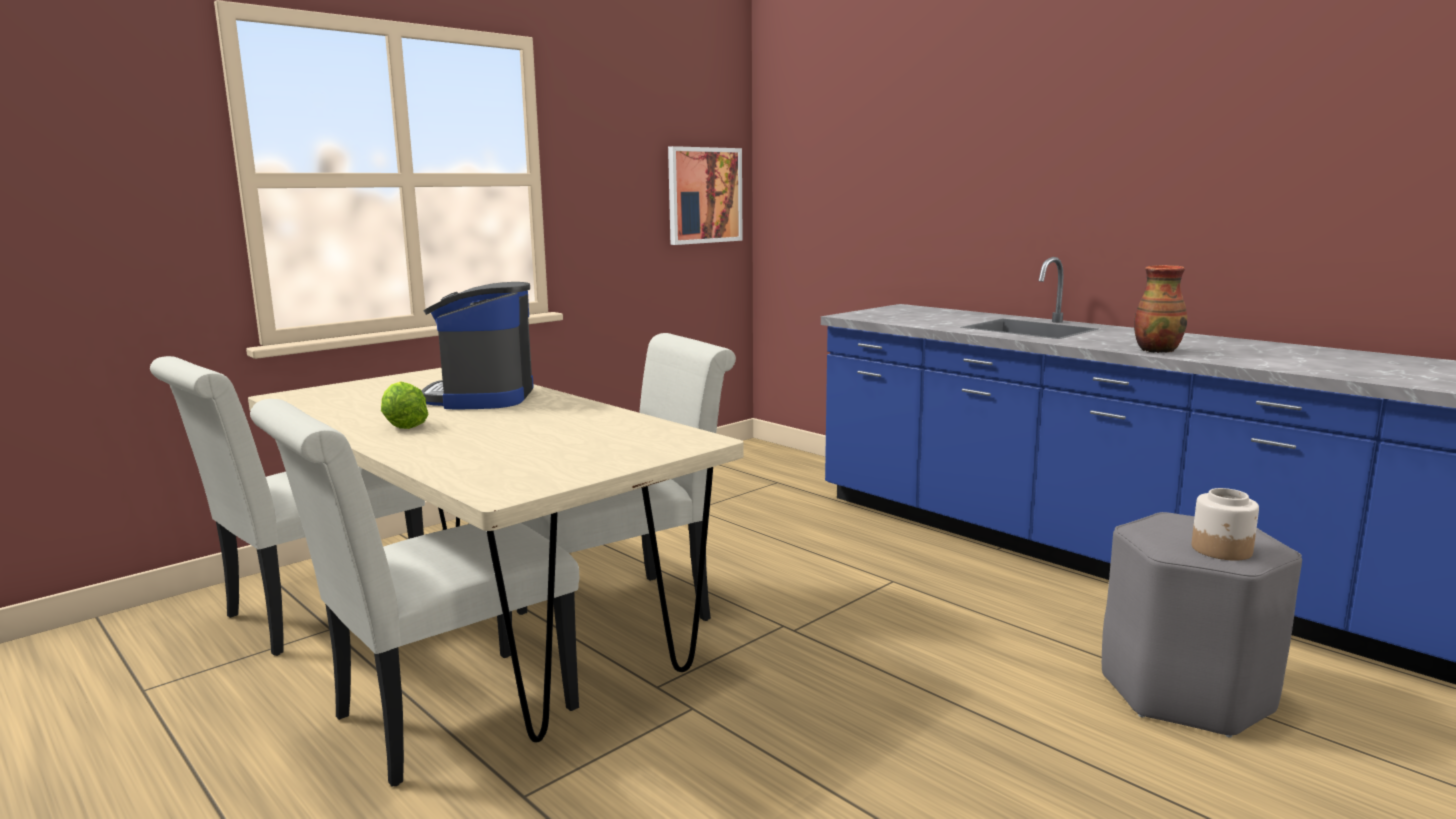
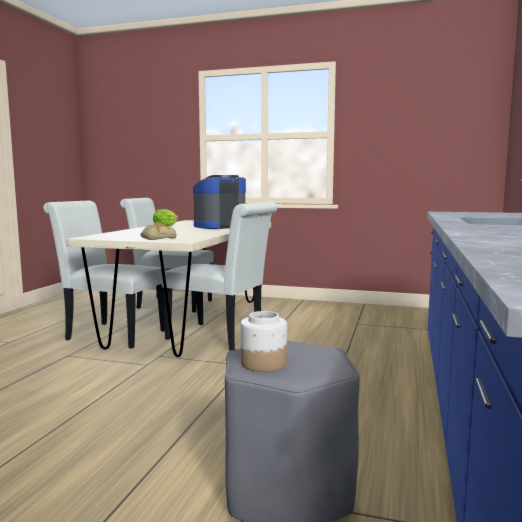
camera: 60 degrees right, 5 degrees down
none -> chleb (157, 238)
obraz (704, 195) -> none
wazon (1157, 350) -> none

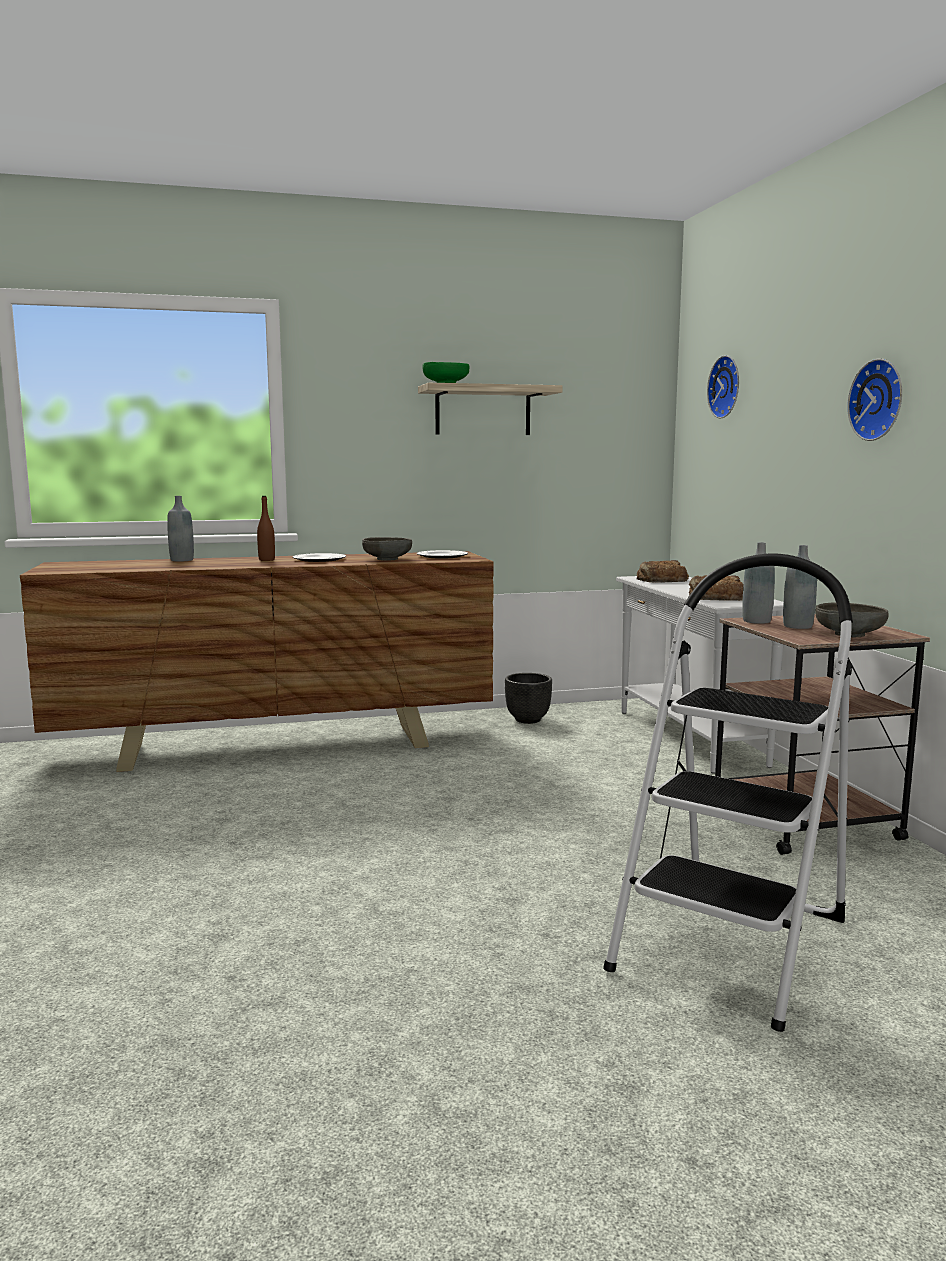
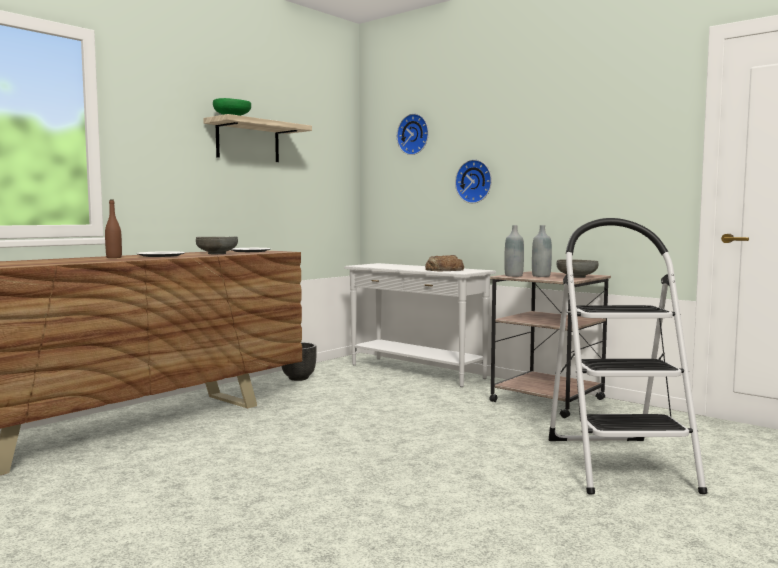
camera: 35 degrees left, 5 degrees down
zegar ścienny (879, 400) -> zegar ścienny (475, 181), moved
butelka [szary] (182, 560) -> none
chleb (660, 580) -> none

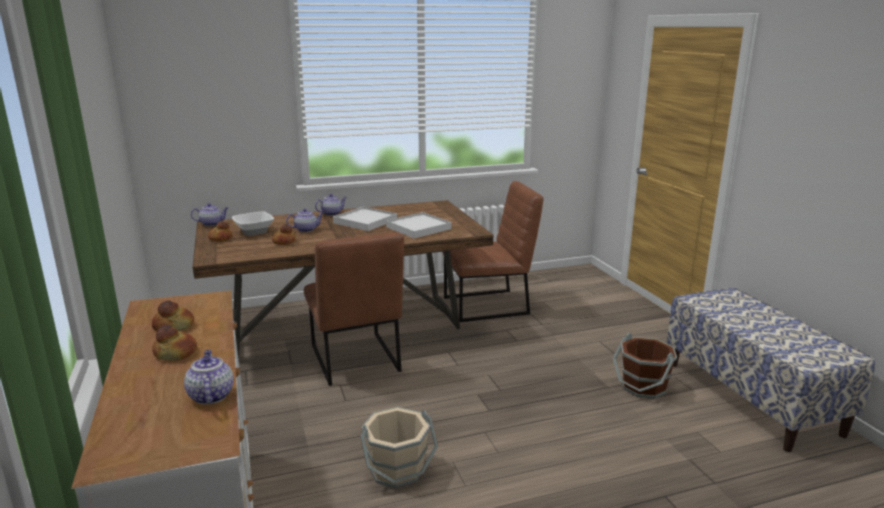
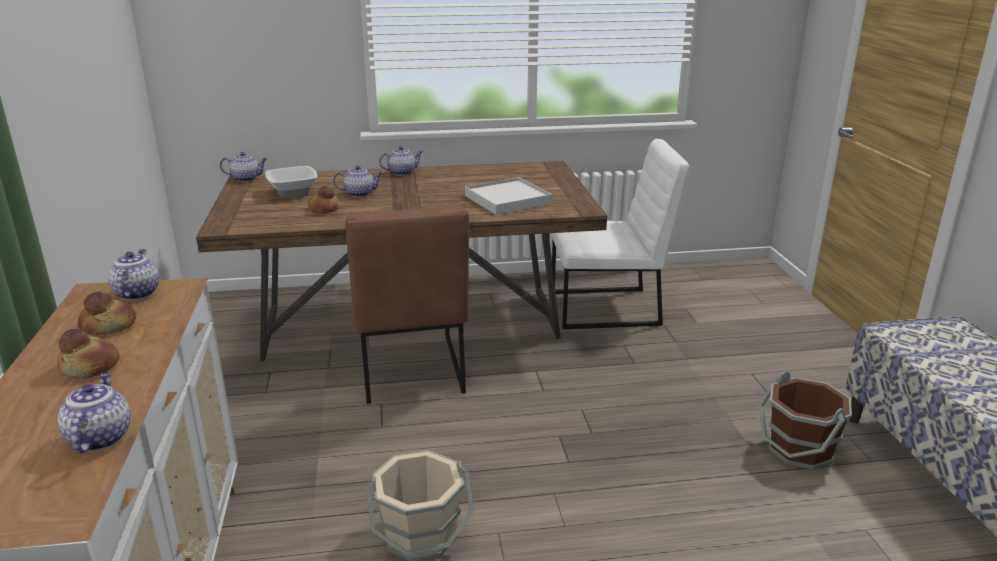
camera: 10 degrees right, 5 degrees up
none -> imbryk (137, 293)
krzesło [brązowy] (488, 305) -> krzesło [biały] (608, 308)
chleb (220, 239) -> none
taca [biały] (365, 221) -> none

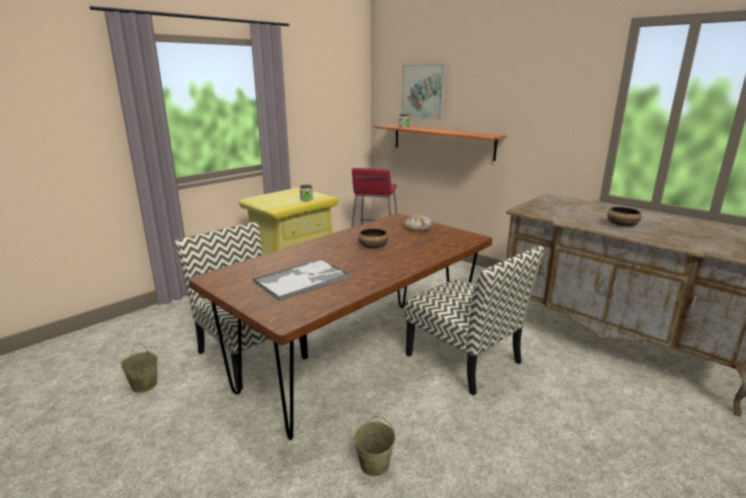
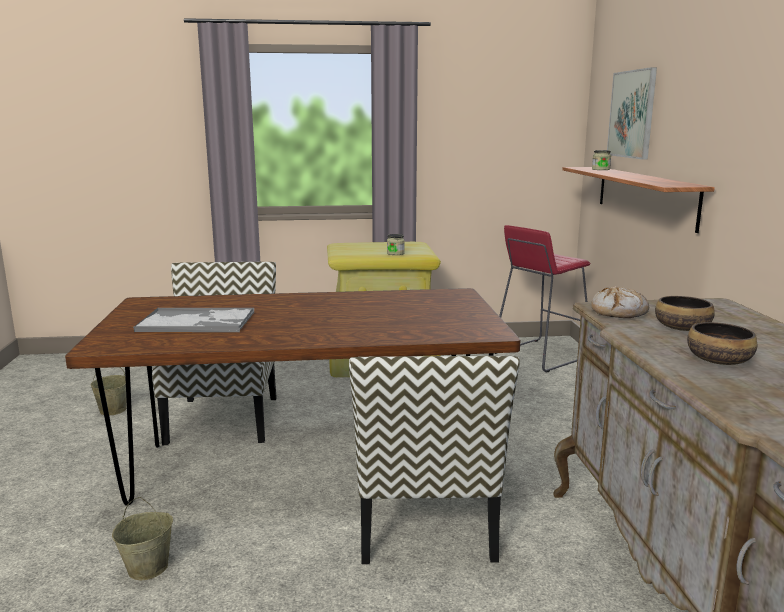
camera: 40 degrees right, 5 degrees down
chleb (418, 228) -> chleb (619, 312), moved
miska (372, 246) -> miska (681, 328), moved

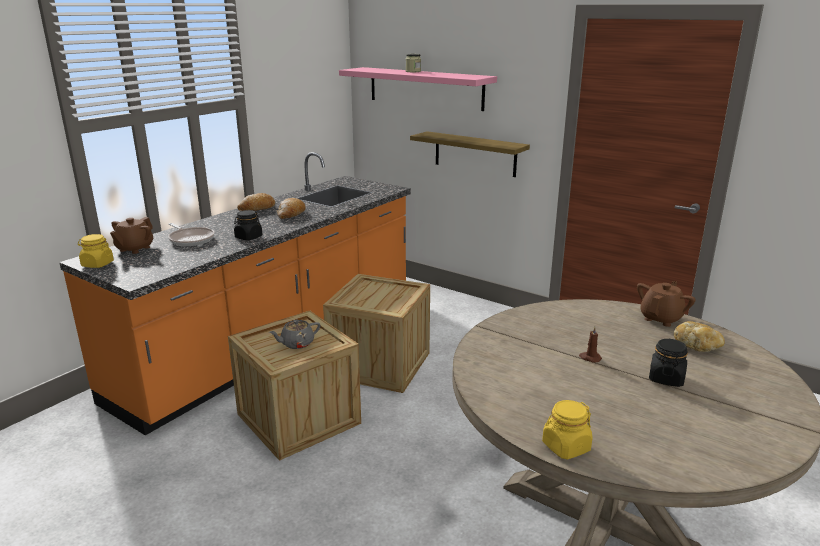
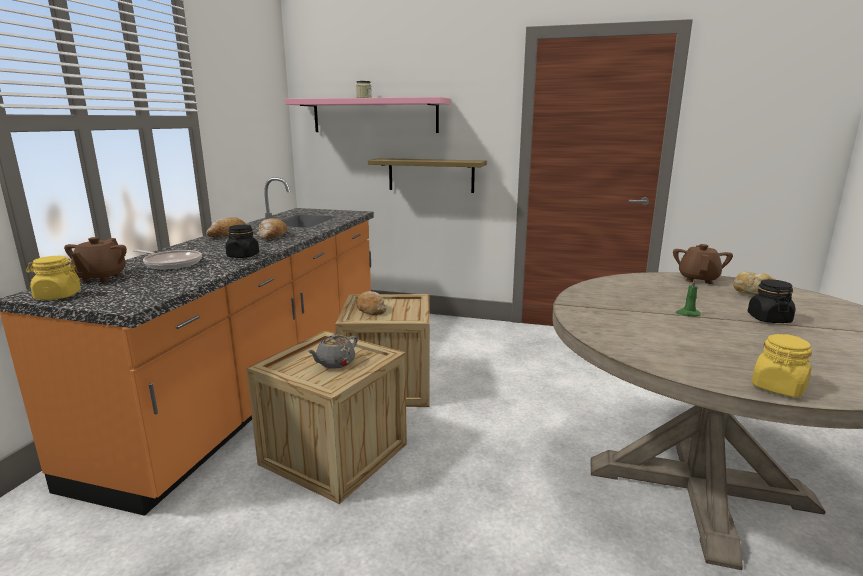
camera: 20 degrees left, 5 degrees down
none -> chleb (370, 309)
świeca [brązowy] (589, 358) -> świeca [zielony] (687, 313)

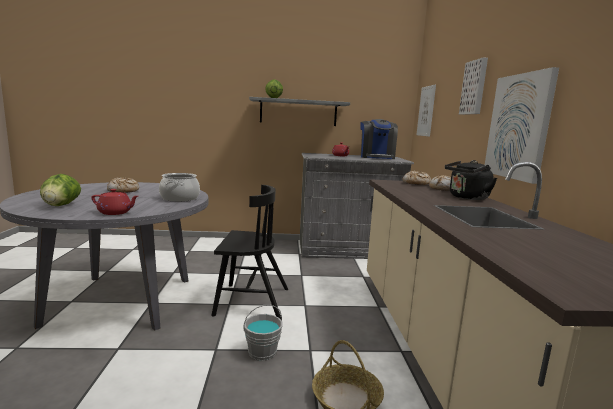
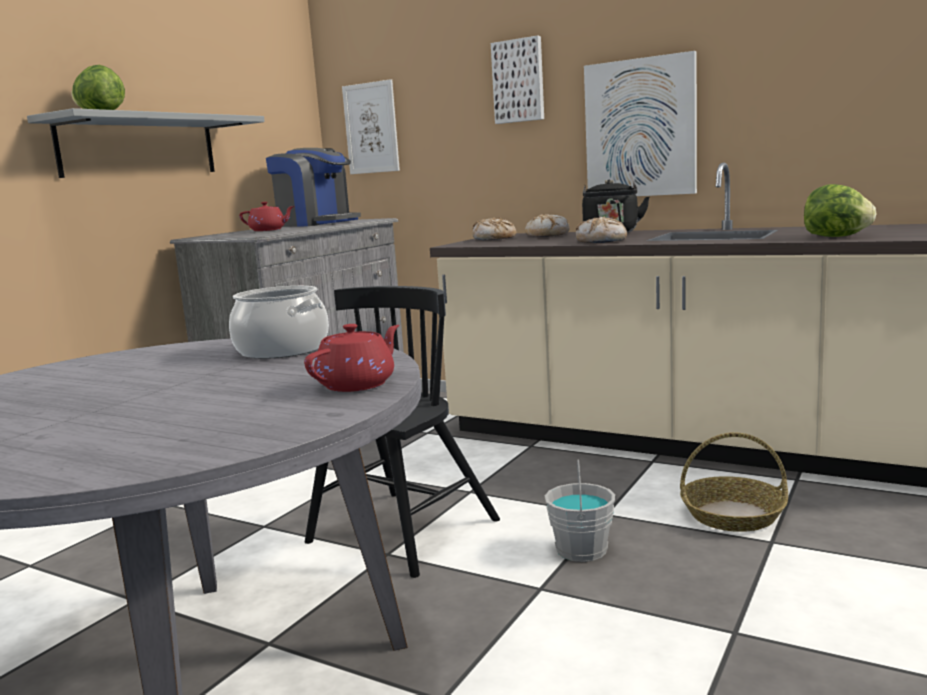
camera: 55 degrees left, 0 degrees up
chleb (123, 191) -> chleb (602, 241), moved
sałata (61, 205) -> sałata (836, 236), moved

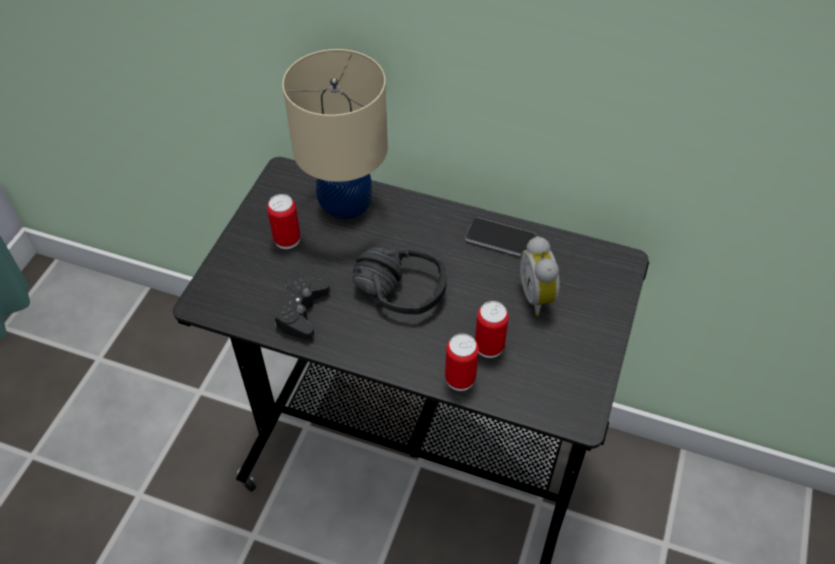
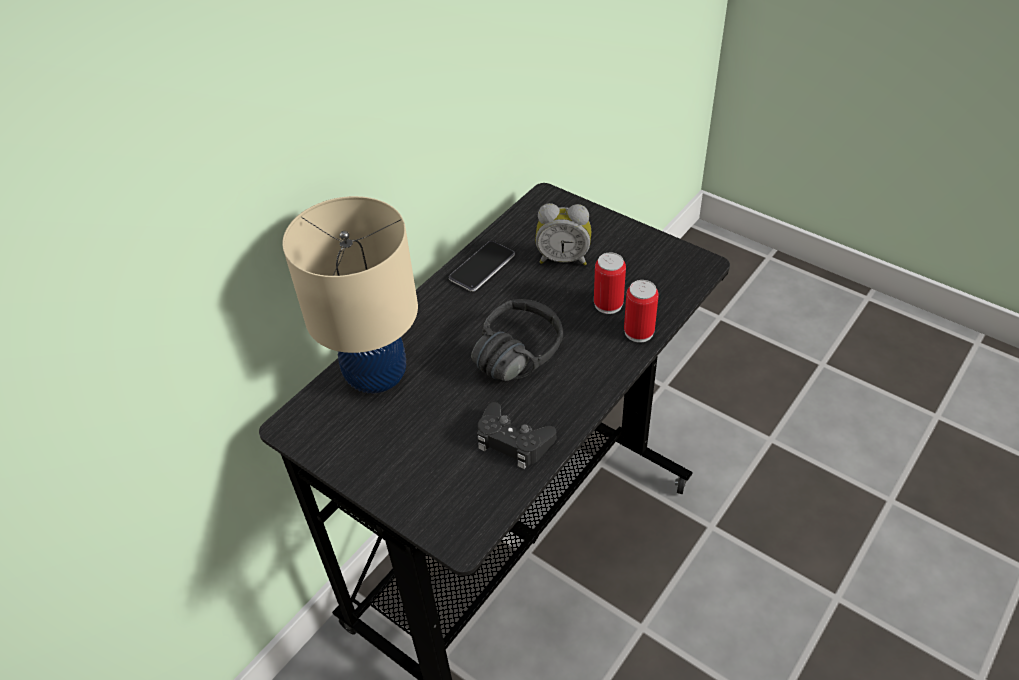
camera: 70 degrees left, 5 degrees down
puszka (287, 239) -> none

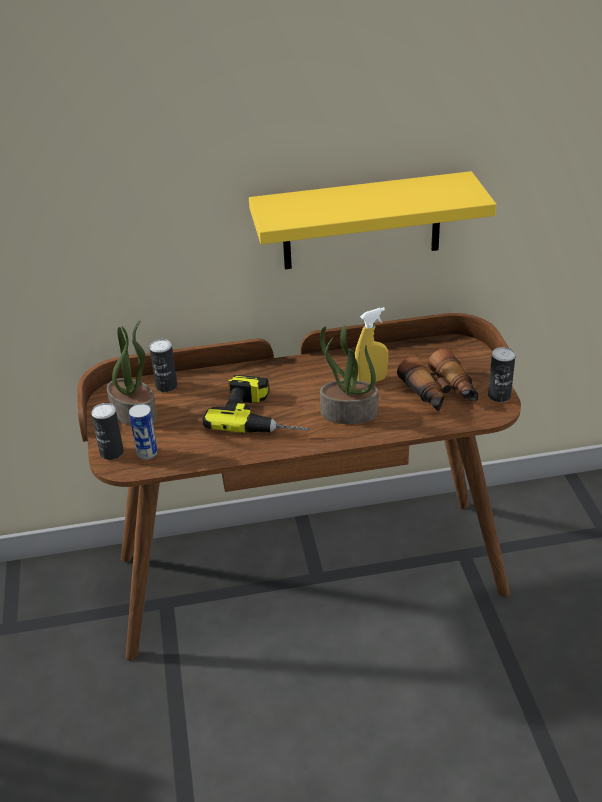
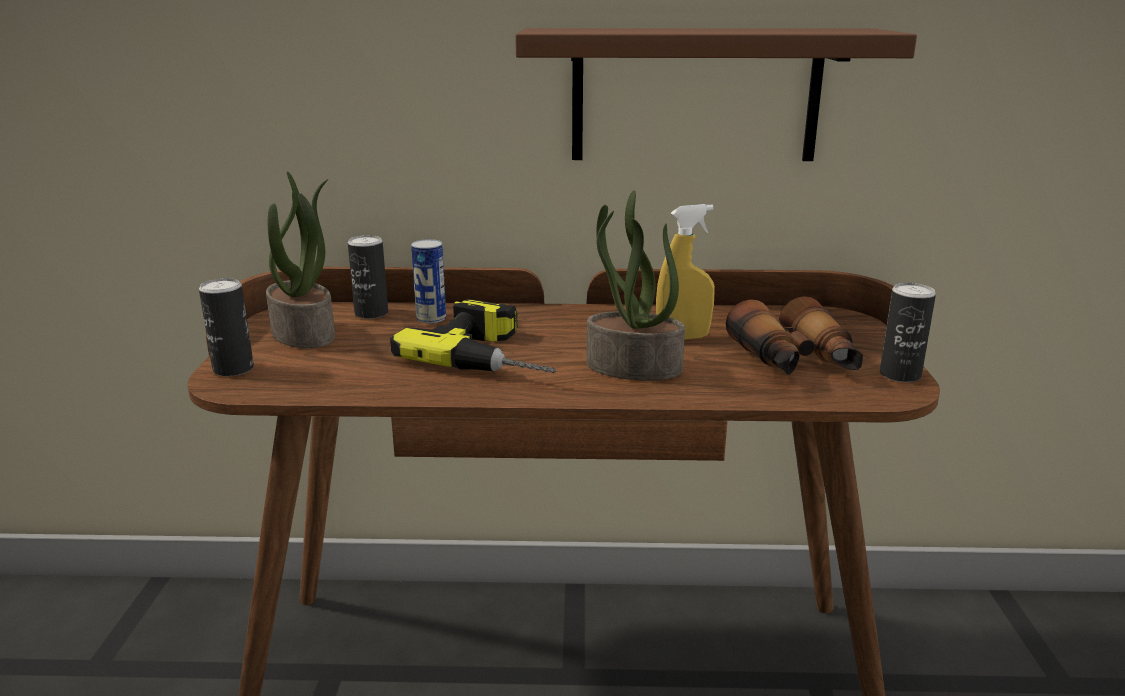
camera: 10 degrees right, 15 degrees down
puszka (147, 453) -> puszka (431, 318), moved
półka [żółty] (361, 221) -> półka [brązowy] (695, 95)

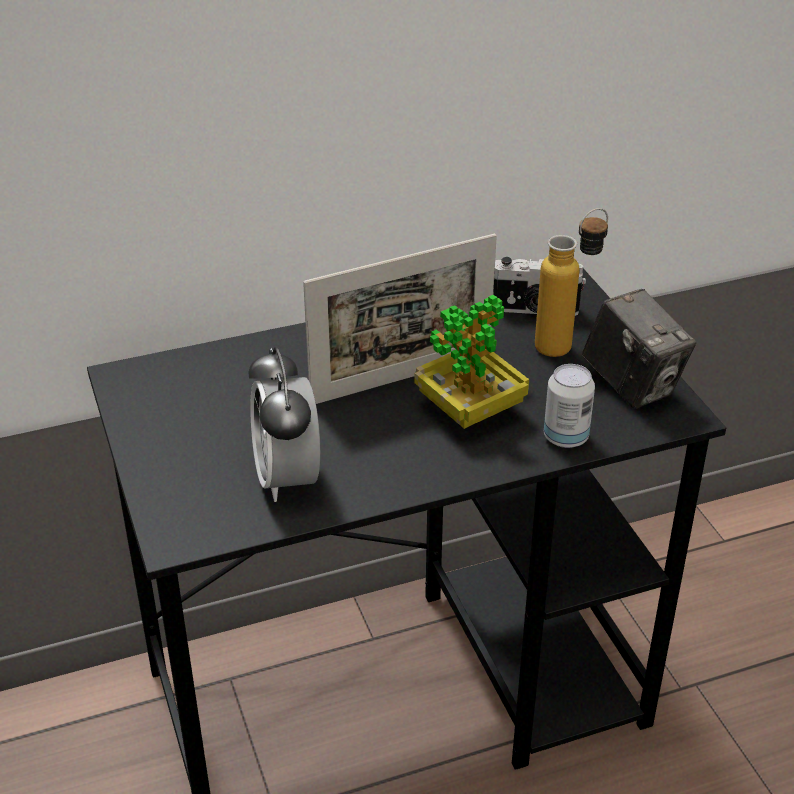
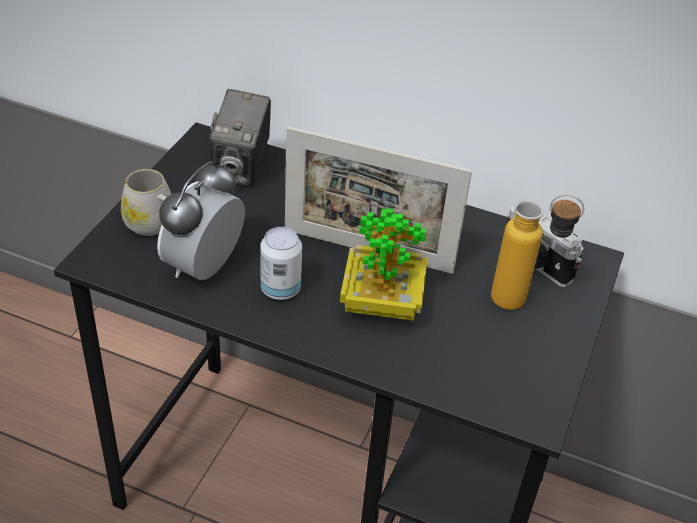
camera: 40 degrees right, 5 degrees up
none -> kubek [biały] (154, 226)
aparat fotograficzny (632, 385) -> aparat fotograficzny (241, 168), moved
puszka (565, 437) -> puszka (280, 289), moved

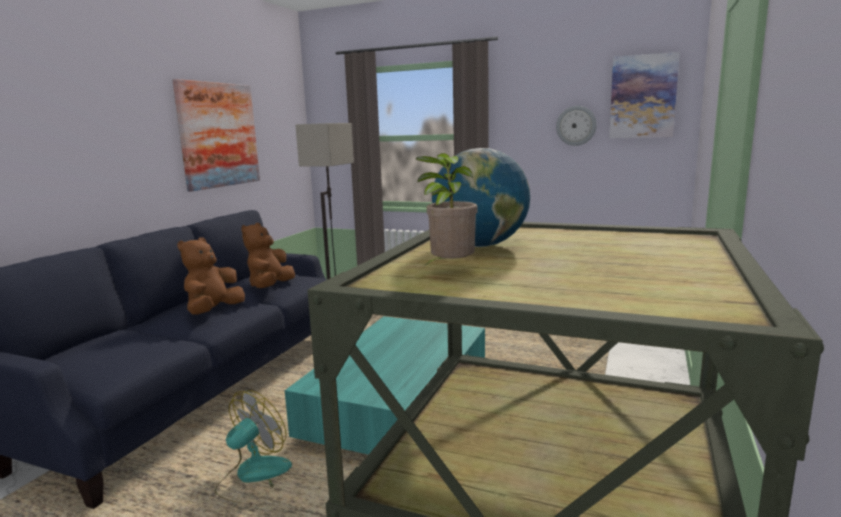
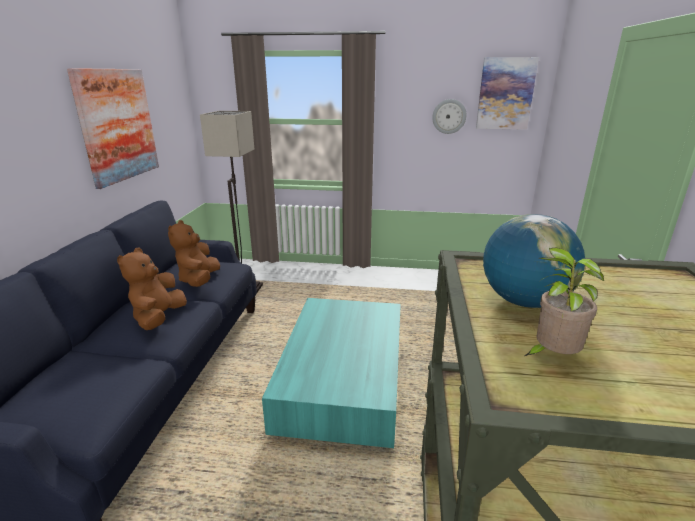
camera: 15 degrees left, 10 degrees up
wentylator (253, 477) -> none

